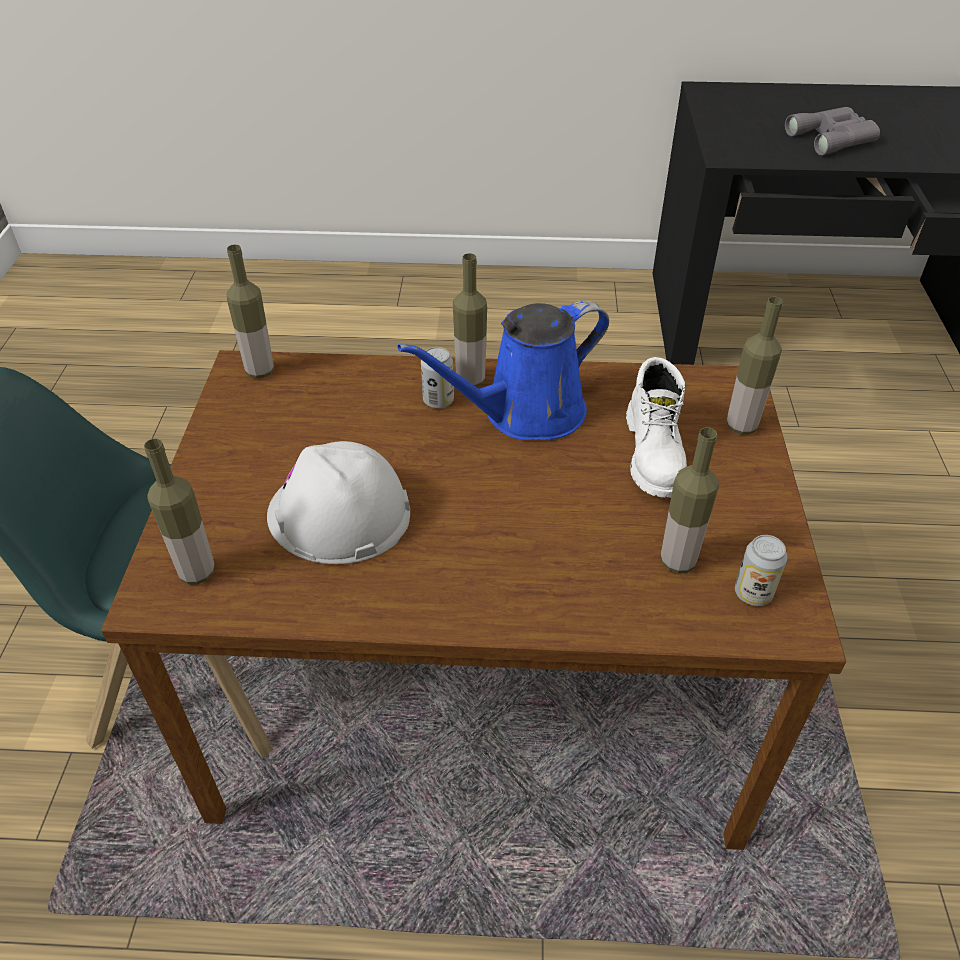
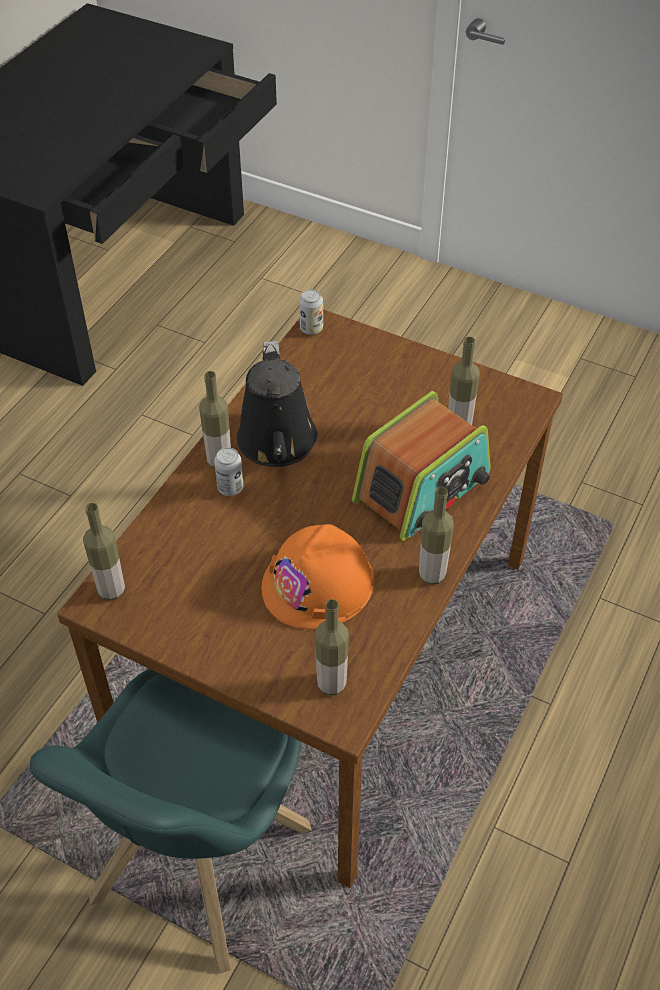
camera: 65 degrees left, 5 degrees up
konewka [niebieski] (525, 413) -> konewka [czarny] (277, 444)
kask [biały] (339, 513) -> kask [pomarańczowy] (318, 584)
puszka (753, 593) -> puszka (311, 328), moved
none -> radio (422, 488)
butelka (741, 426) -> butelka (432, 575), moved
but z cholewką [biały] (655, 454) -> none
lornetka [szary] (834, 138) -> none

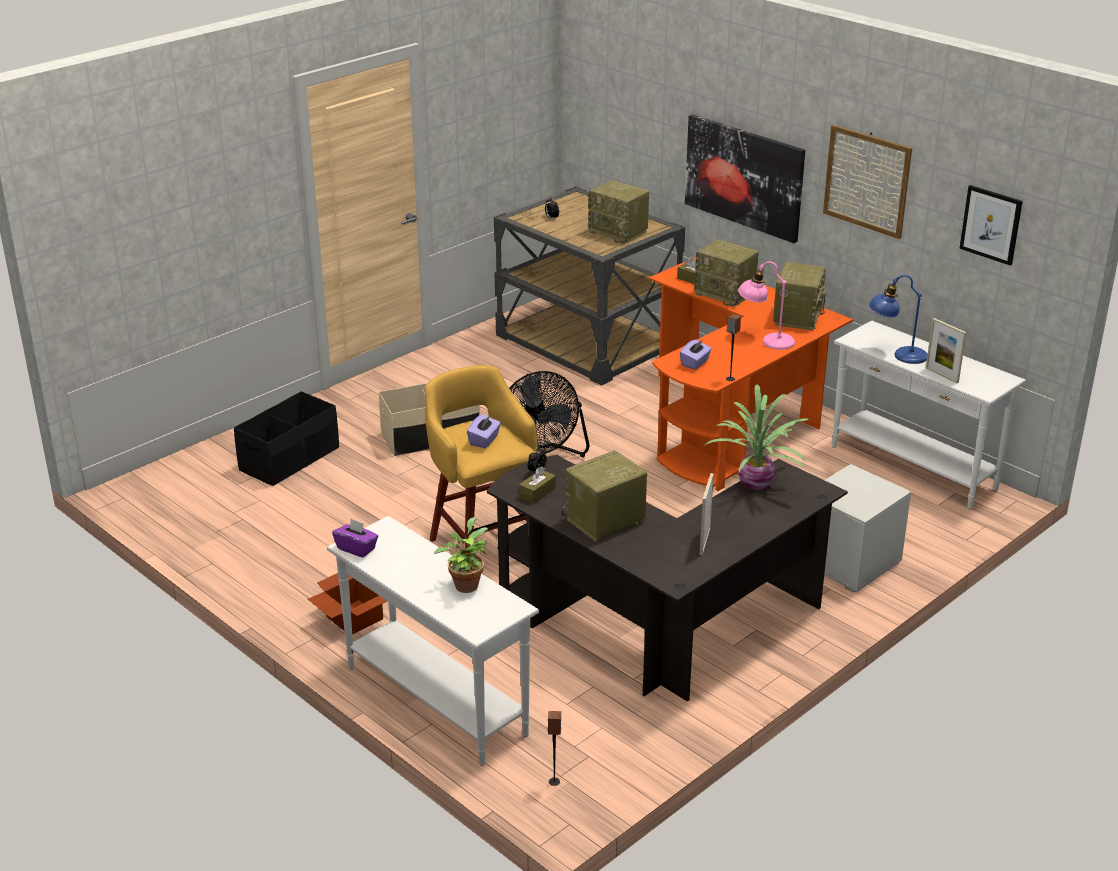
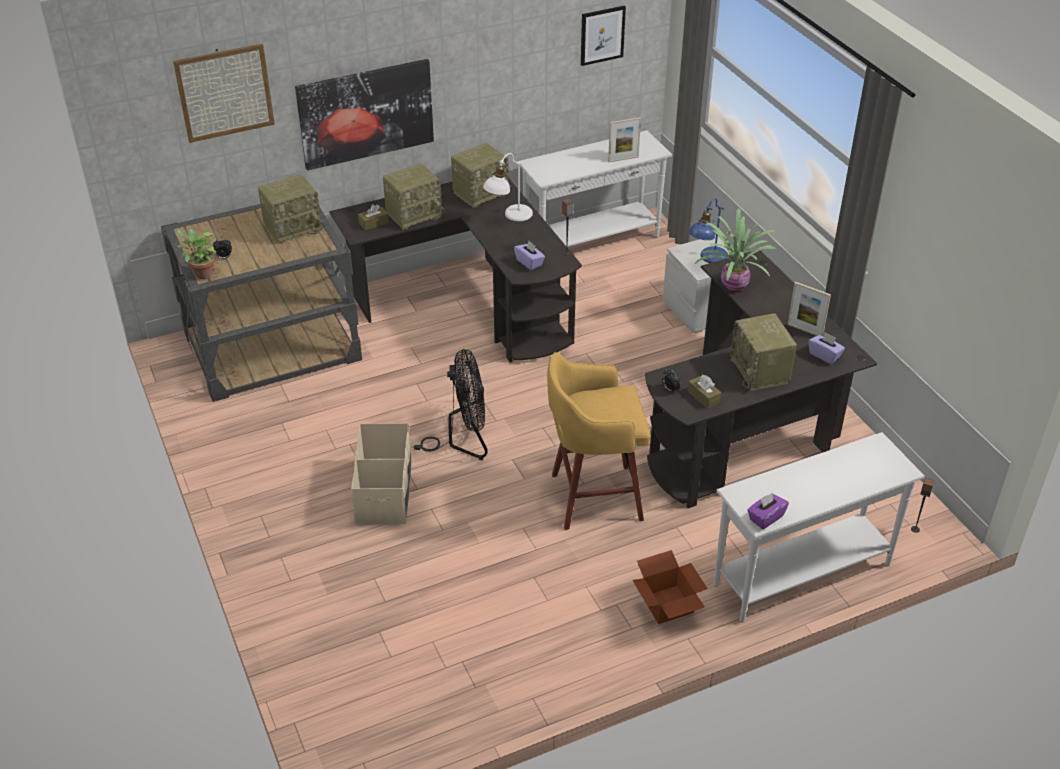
camera: 70 degrees left, 10 degrees up
obraz (867, 179) -> obraz (224, 91), moved
roślina doniczkowa (466, 584) -> roślina doniczkowa (201, 274), moved
biurko [pomarańczowy] (734, 420) -> biurko [czarny] (471, 303)
radio (797, 317) -> radio (481, 192), 105 degrees clockwise
lampa stołowa [różowy] (765, 339) -> lampa stołowa [biały] (509, 218)
lampa stołowa [niebieski] (896, 353) -> lampa stołowa [niebieski] (707, 261), moved
pudełko chusteczek [fioletowy] (484, 440) -> pudełko chusteczek [fioletowy] (824, 355), moved
pojemnik do przechowywania [czarny] (290, 459) -> none

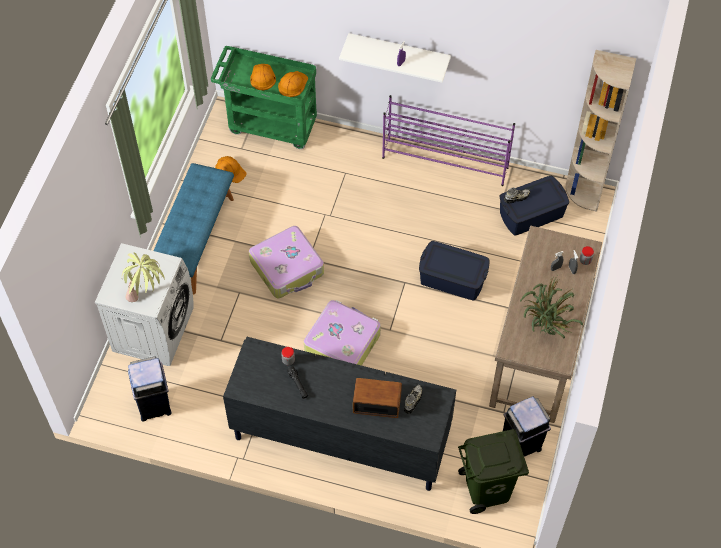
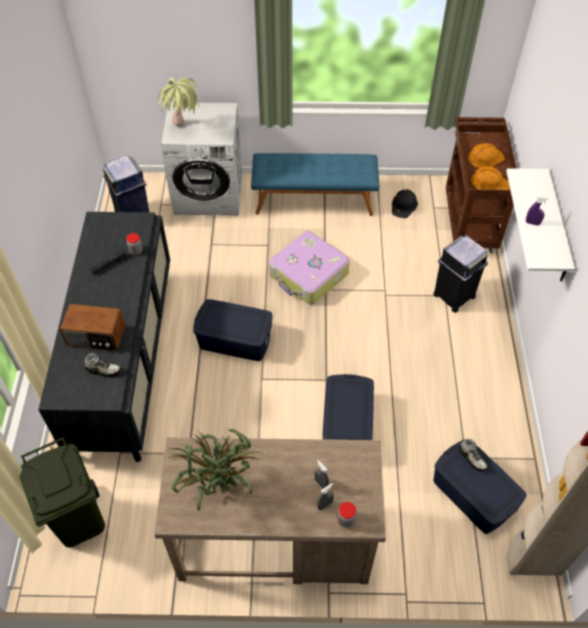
camera: 75 degrees right, 5 degrees down
radio (376, 402) -> radio (96, 336), 105 degrees clockwise
walizka (342, 342) -> pojemnik do przechowywania [niebieski] (235, 340)
kask [pomarańczowy] (230, 170) -> kask [czarny] (404, 205)
kosz na śmieci [czarny] (521, 444) -> kosz na śmieci [czarny] (453, 296), moved
wózek [zielony] (268, 128) -> wózek [brązowy] (468, 221)
regał na buty [fioletowy] (445, 163) -> none

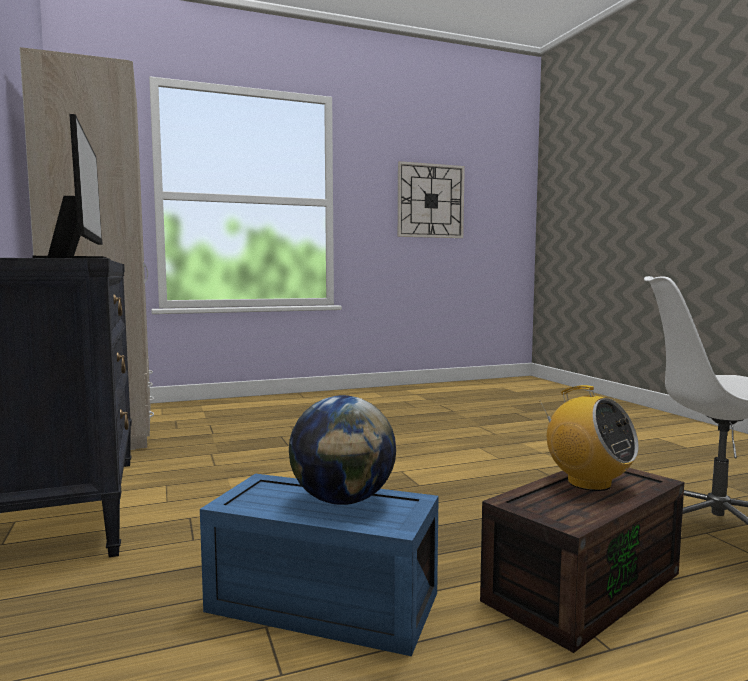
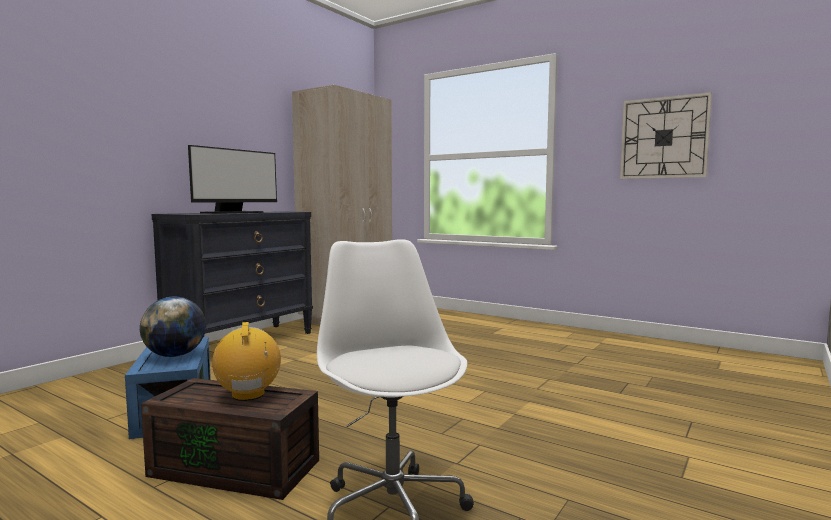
camera: 55 degrees right, 0 degrees up
radio (588, 483) -> radio (248, 395), 150 degrees clockwise

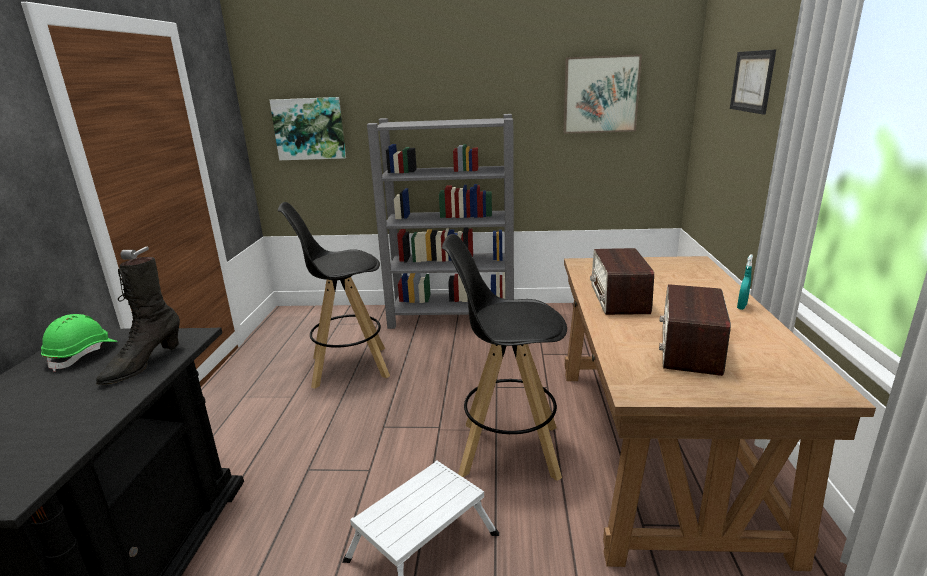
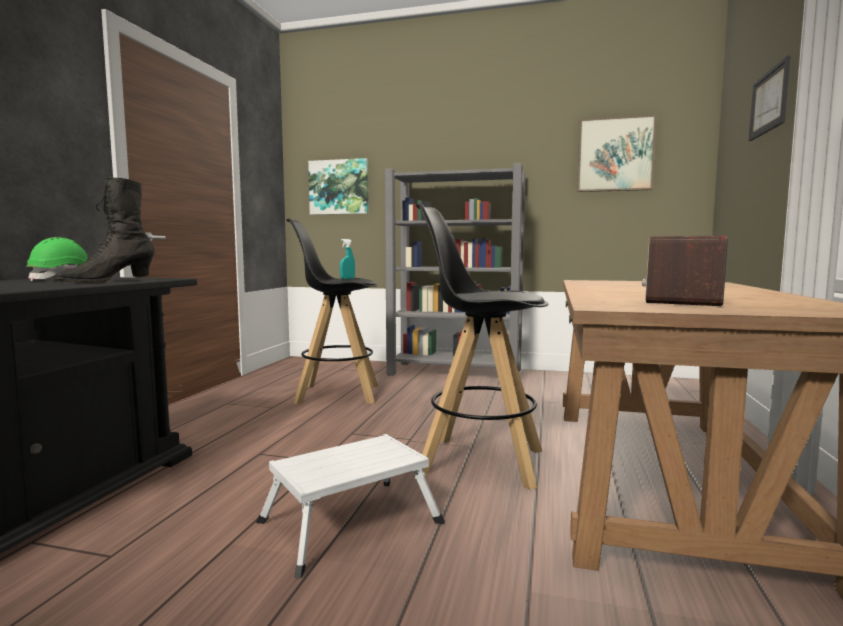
camera: 10 degrees right, 15 degrees down
spryskiwacz [turkusowy] (741, 306) -> spryskiwacz [turkusowy] (347, 279), moved
radio (619, 299) -> none

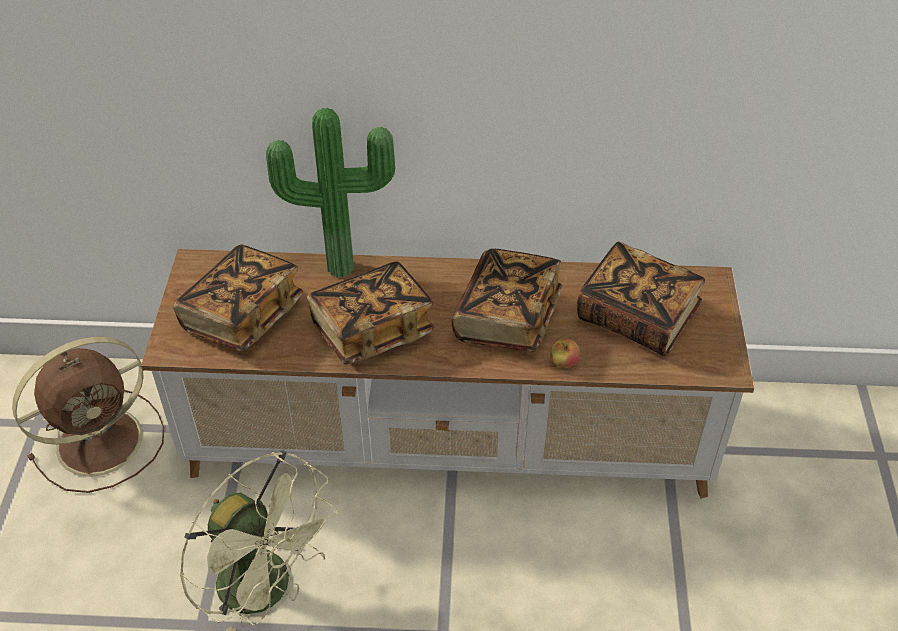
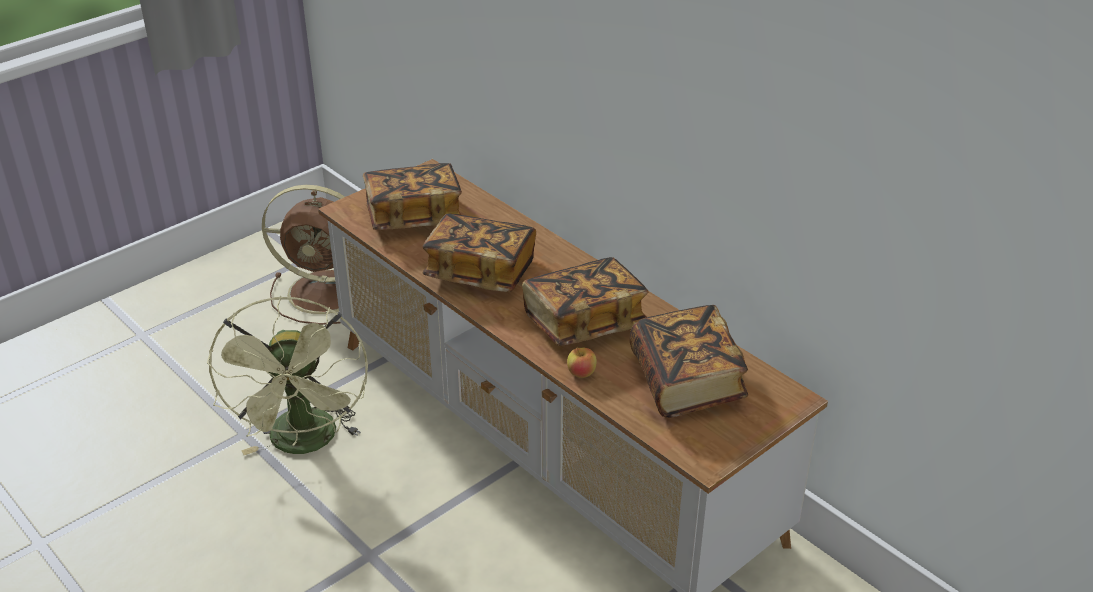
camera: 45 degrees right, 10 degrees down
roślina doniczkowa (340, 264) -> none

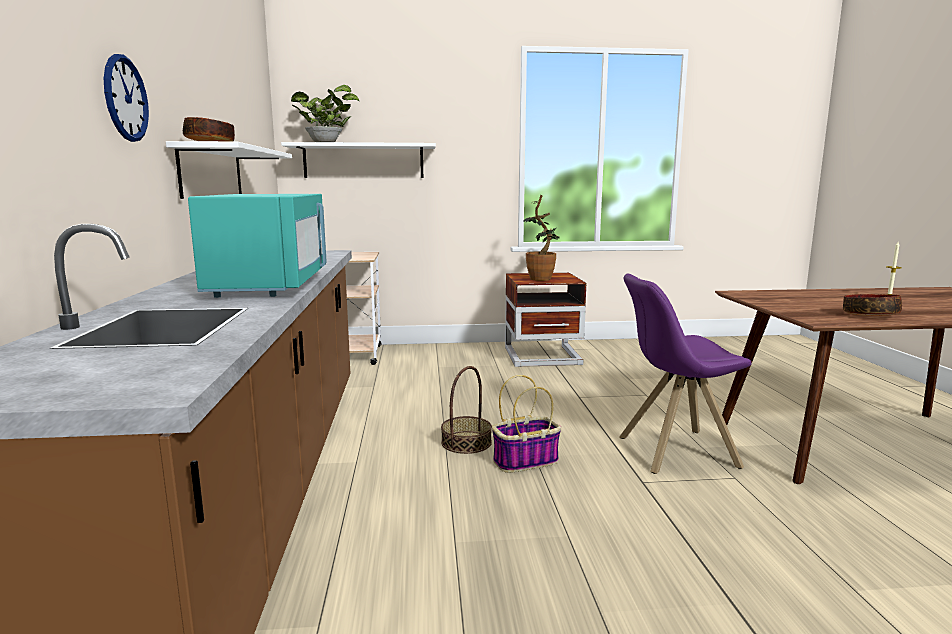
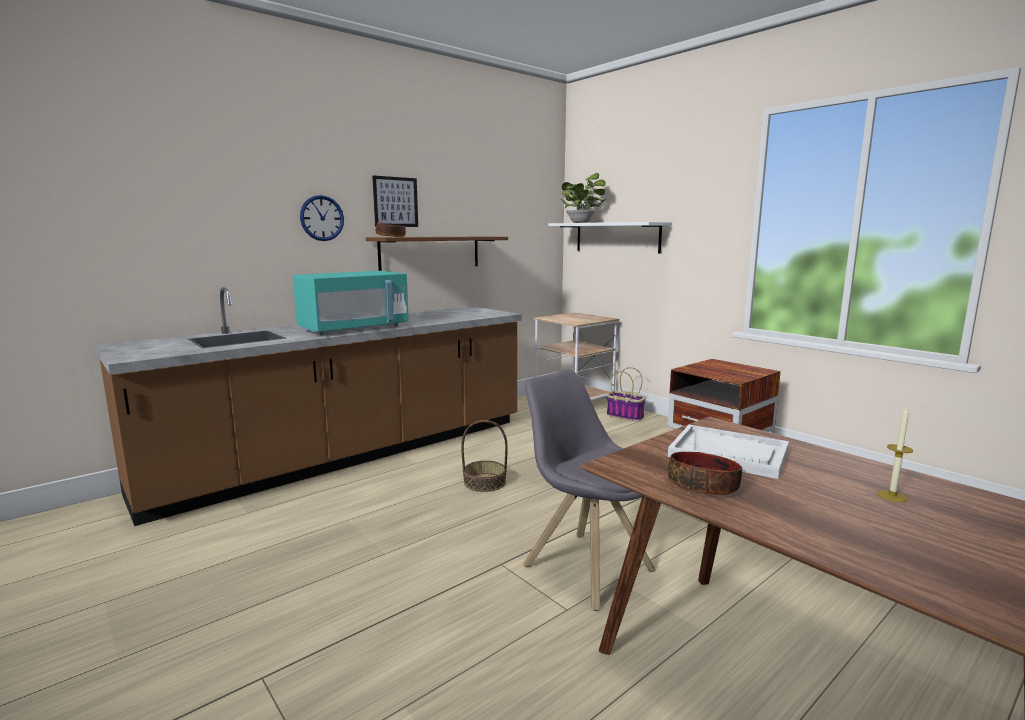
camera: 55 degrees right, 0 degrees up
półka [biały] (212, 172) -> półka [brązowy] (430, 252)
none -> obraz (395, 202)
krzesło [fioletowy] (676, 451) -> krzesło [szary] (586, 567)
koszyk (526, 461) -> koszyk (626, 416), moved
none -> taca [biały] (729, 453)
roślina doniczkowa (543, 278) -> none

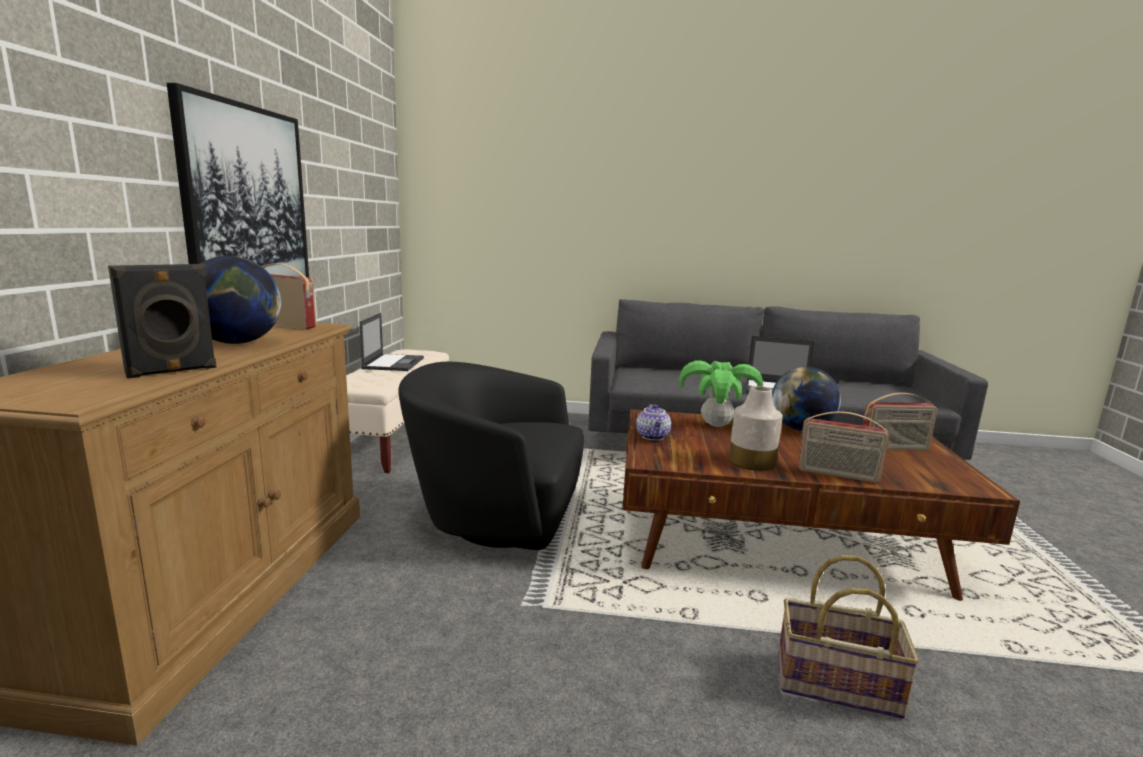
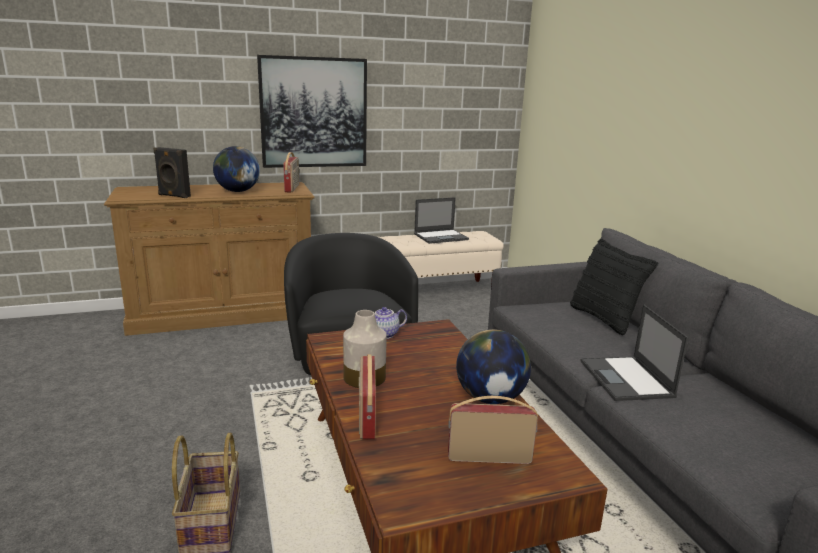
camera: 65 degrees right, 5 degrees up
radio (894, 448) -> radio (489, 457), 120 degrees clockwise
none -> poduszka [czarny] (605, 319)
roślina doniczkowa (716, 425) -> none

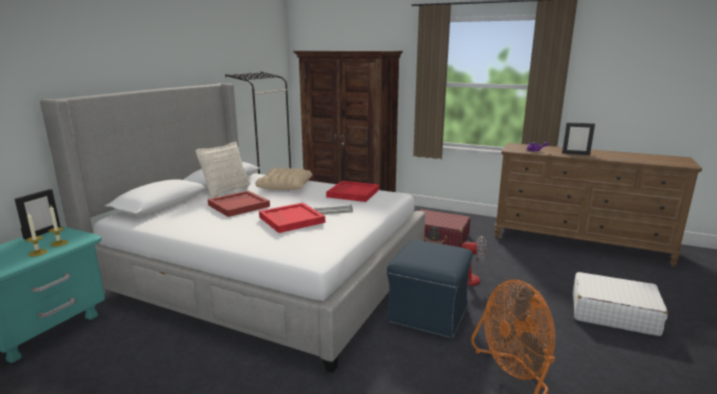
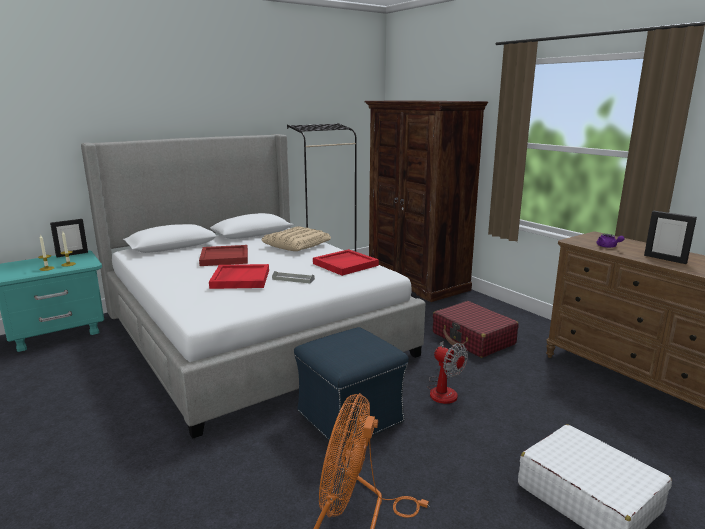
camera: 30 degrees right, 0 degrees up
poduszka [beżowy] (226, 191) -> none

